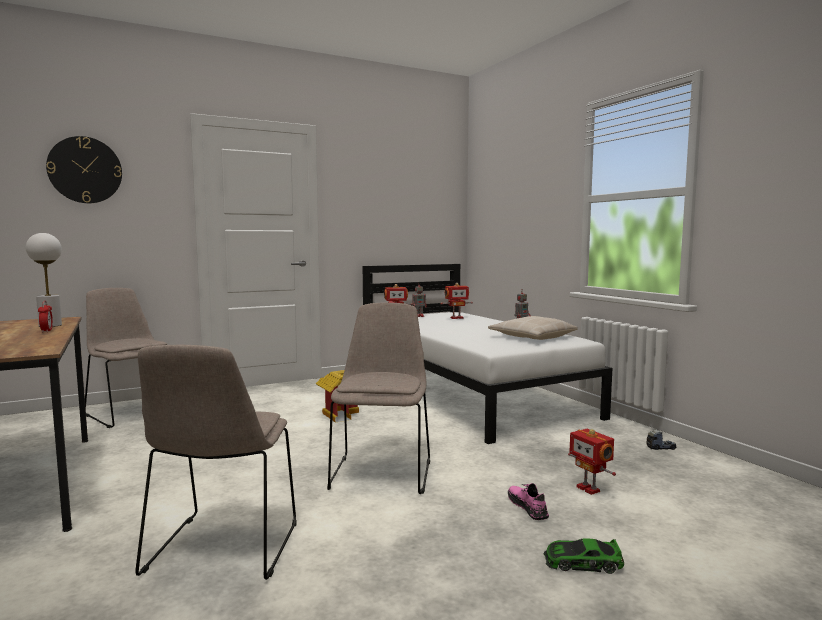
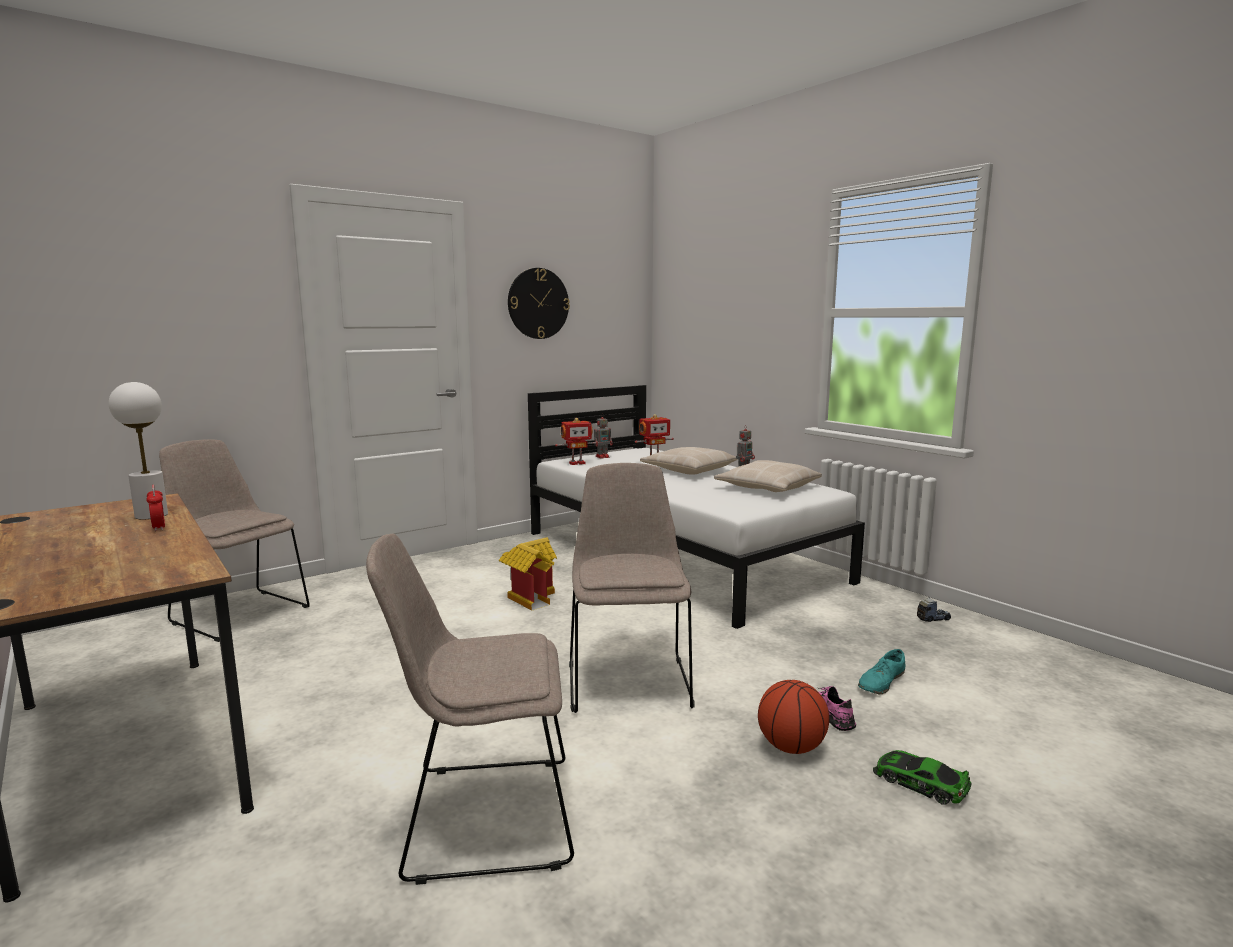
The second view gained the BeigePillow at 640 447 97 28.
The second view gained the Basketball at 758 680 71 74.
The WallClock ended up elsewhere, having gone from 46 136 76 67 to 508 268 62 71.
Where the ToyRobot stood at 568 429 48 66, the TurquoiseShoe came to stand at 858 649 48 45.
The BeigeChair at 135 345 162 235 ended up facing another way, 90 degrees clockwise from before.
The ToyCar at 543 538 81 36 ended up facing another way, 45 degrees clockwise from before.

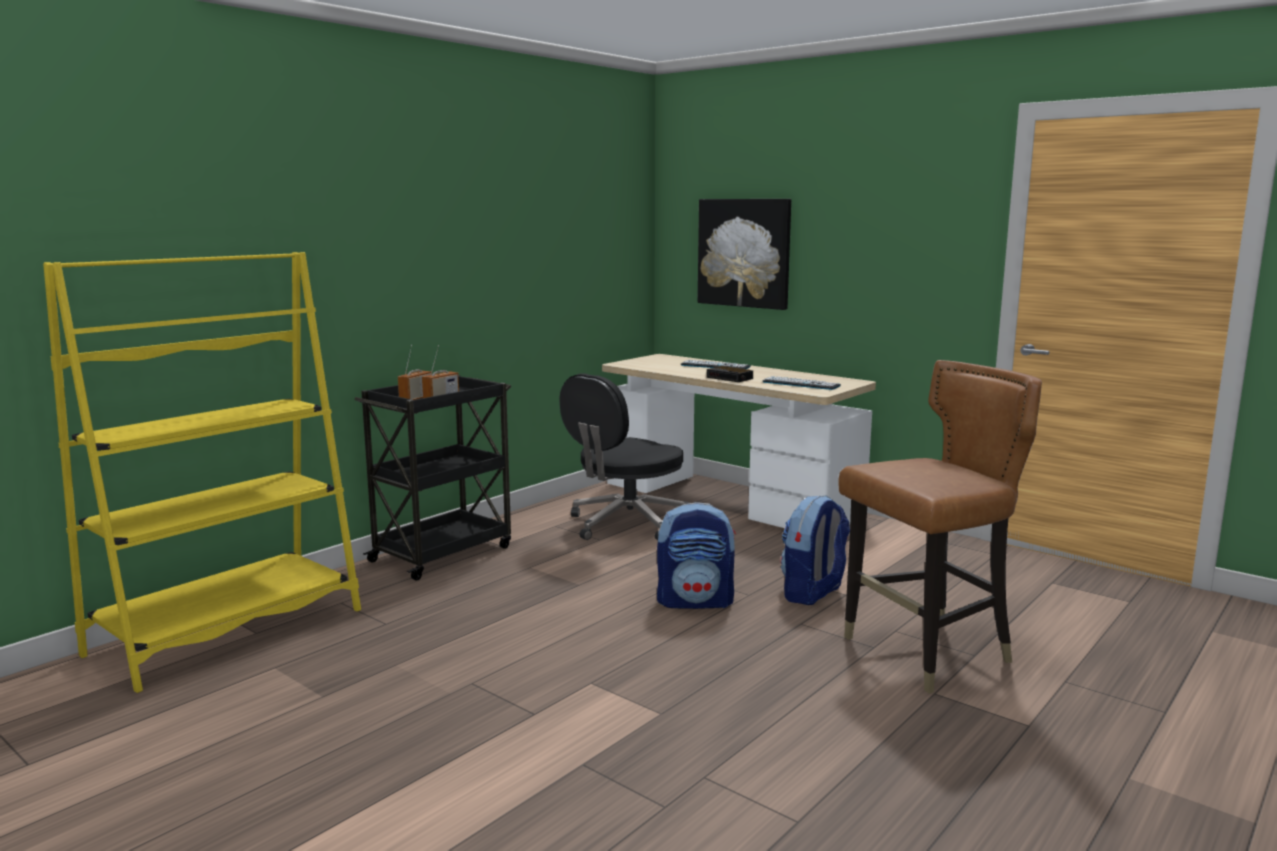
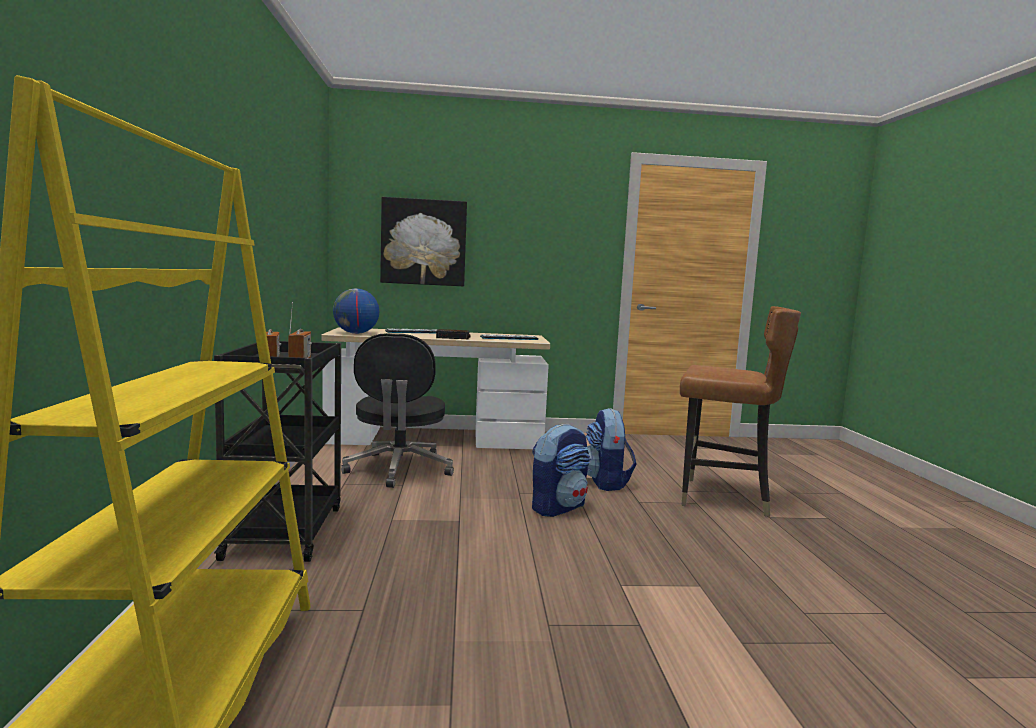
The second view gained the Globe at 333 289 46 45.
The BrownChair at 838 360 204 334 ended up facing another way, 90 degrees clockwise from before.

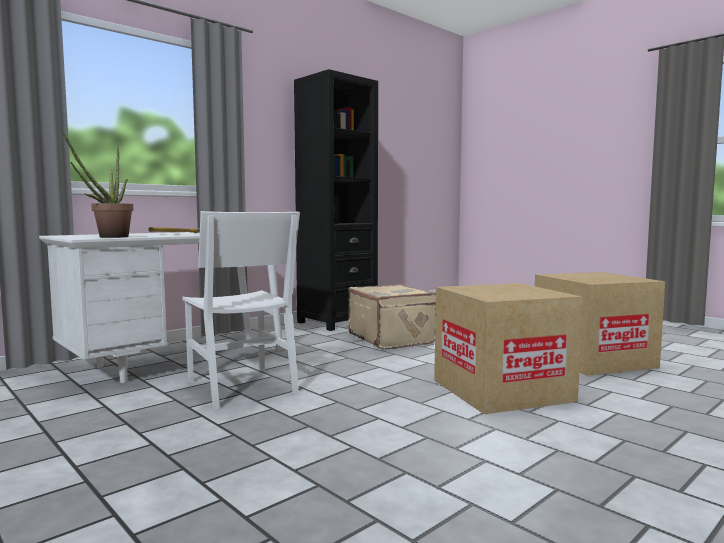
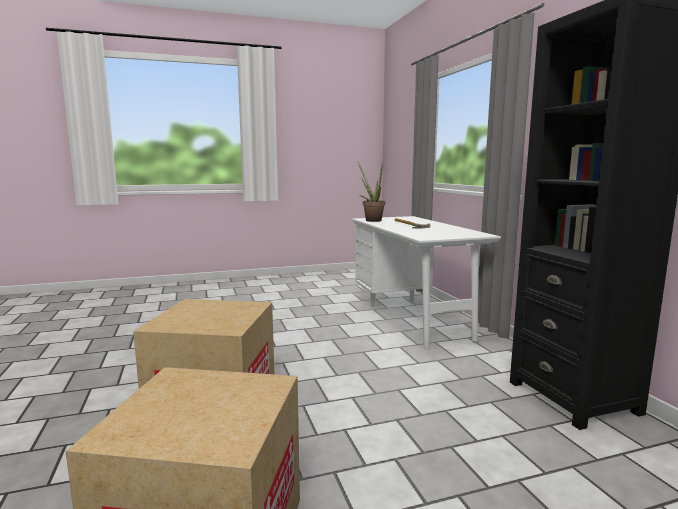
The second view lost the WhiteChair at 182 211 118 199.
The second view lost the BeigeSuitcase at 348 284 88 65.

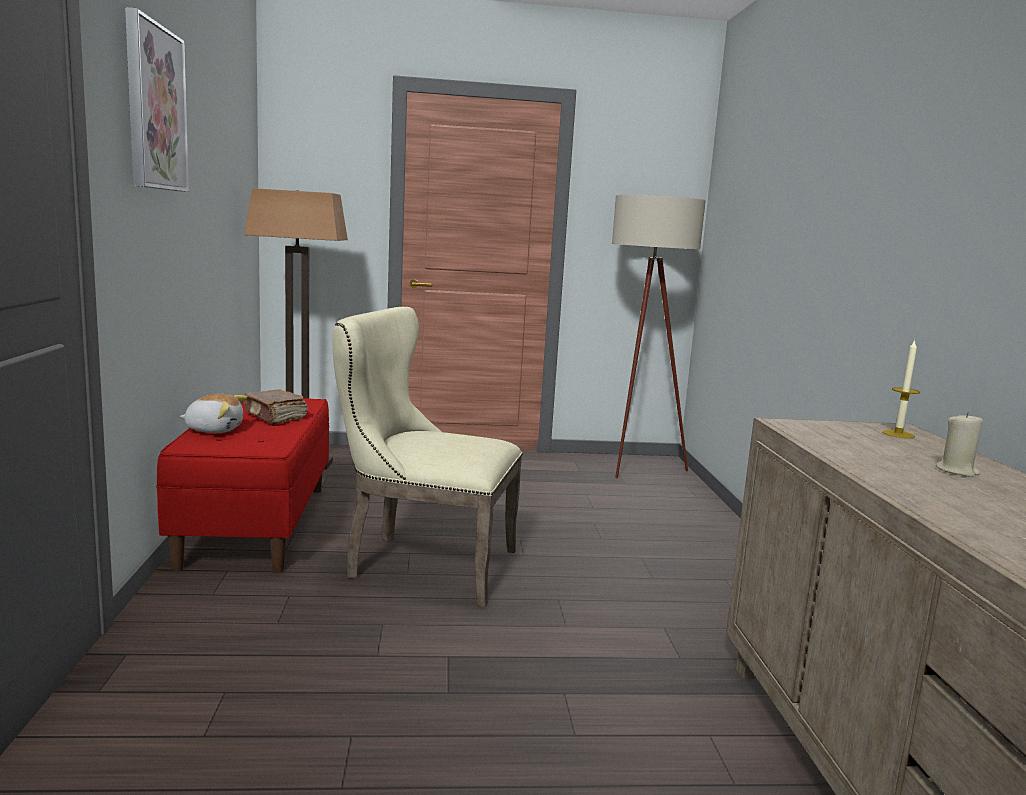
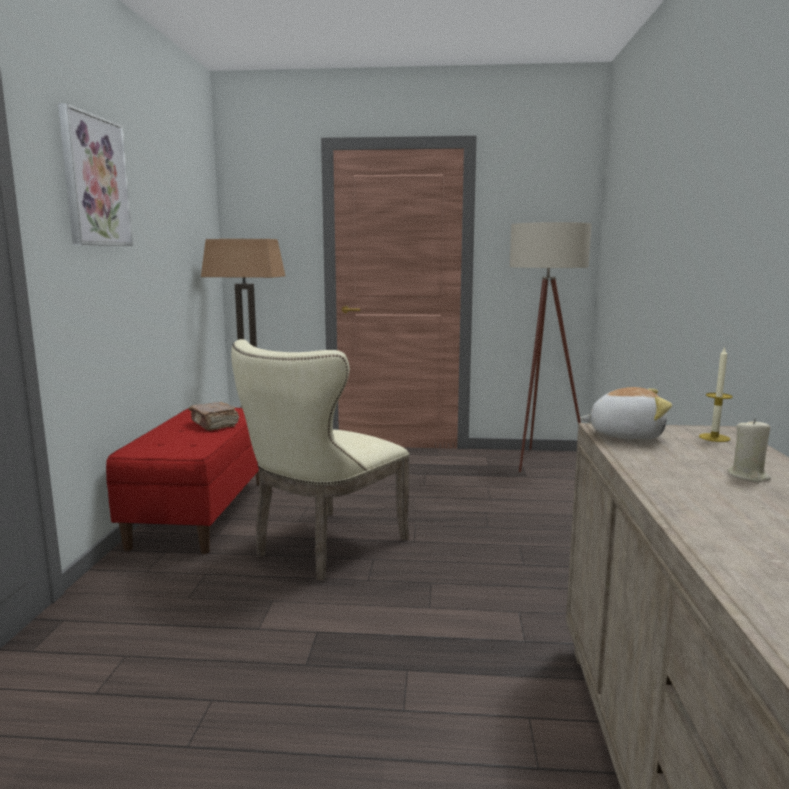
The PlushToy ended up elsewhere, having gone from 180 394 67 39 to 580 387 92 53.
The BeigeChair at 332 307 191 300 ended up facing another way, 75 degrees counterclockwise from before.

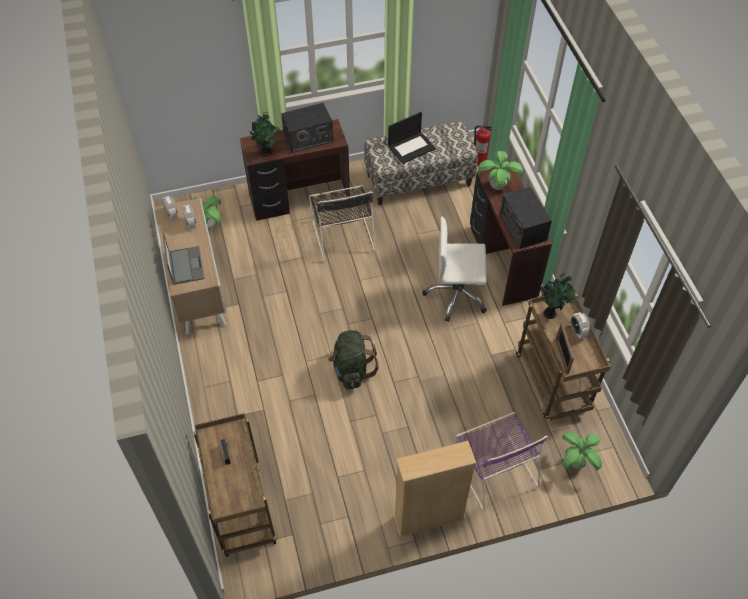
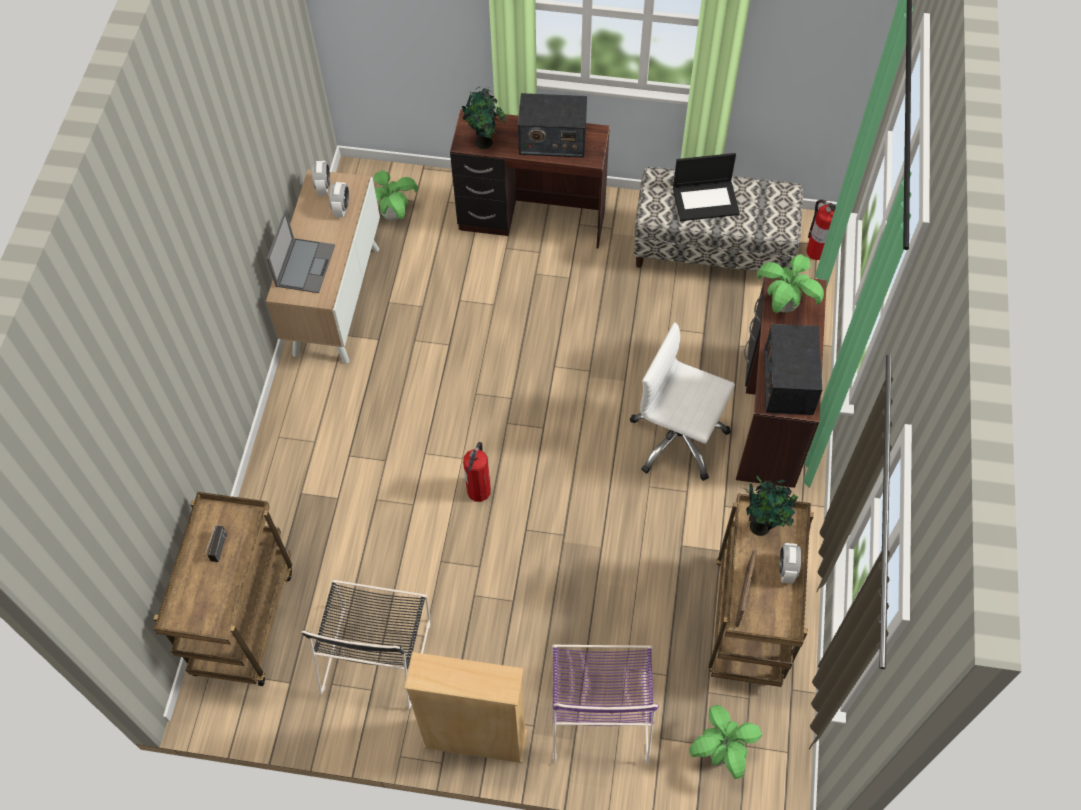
The BlackChair ended up elsewhere, having gone from 309 185 67 77 to 301 580 129 130.
Where the GreenBackpack stood at 328 330 51 60, the FireExtinguisher came to stand at 463 442 28 60.

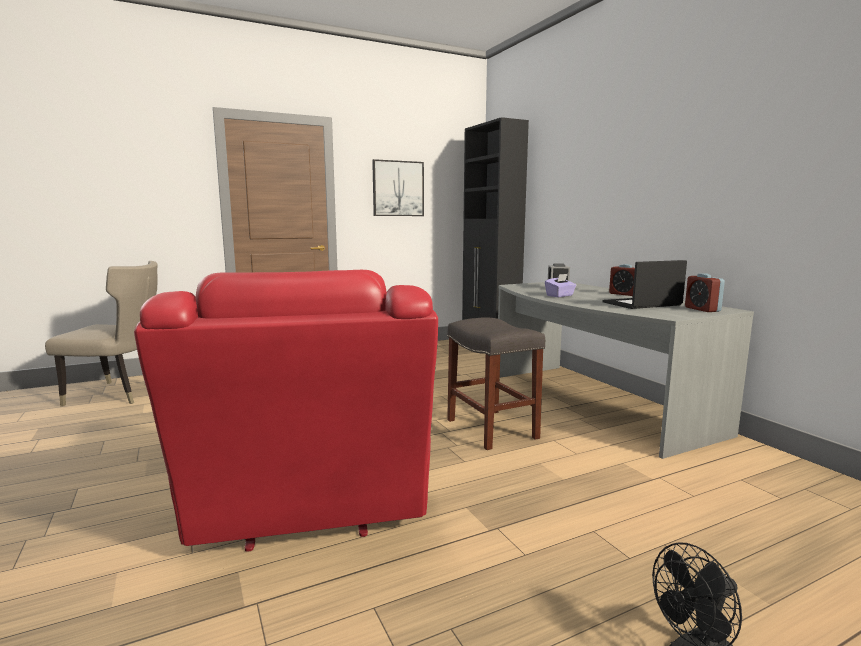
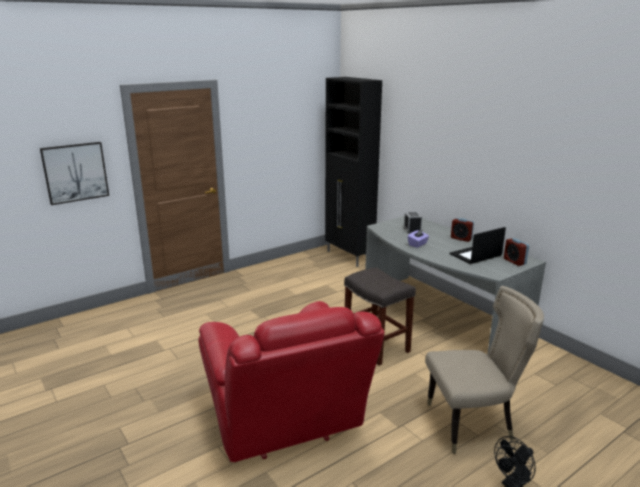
The BeigeChair ended up elsewhere, having gone from 45 261 113 146 to 425 286 119 168.
The Picture ended up elsewhere, having gone from 372 159 52 57 to 40 142 69 63.

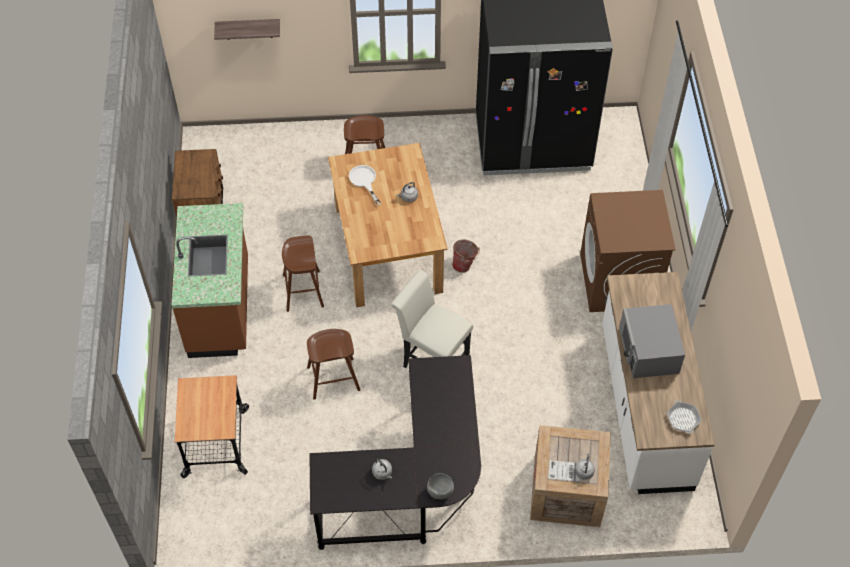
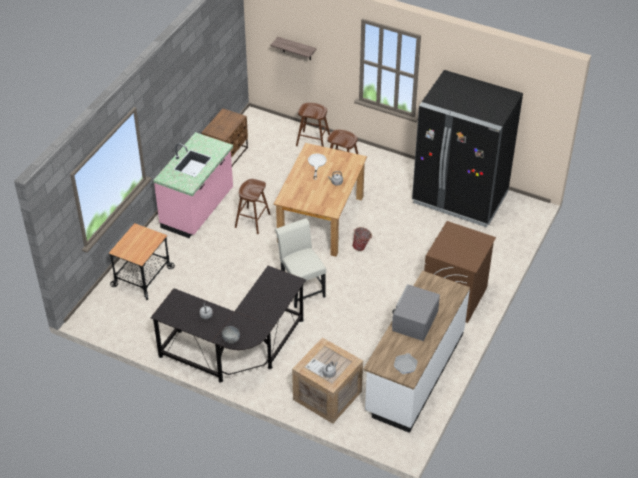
The BrownStool ended up elsewhere, having gone from 307 329 53 71 to 296 103 34 44.
What was the BrownCounter at 171 203 77 155 turned into the PinkCounter at 153 132 80 106.

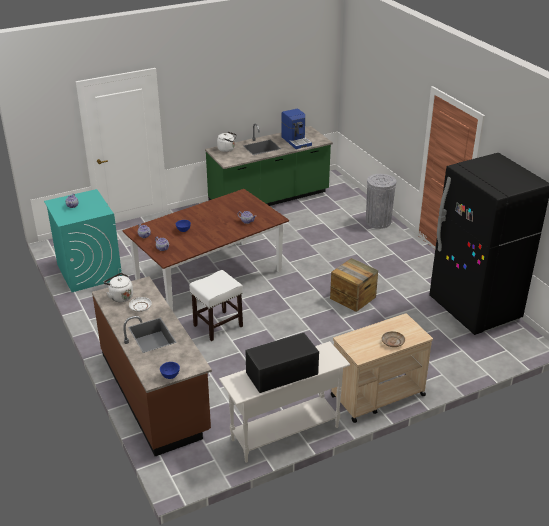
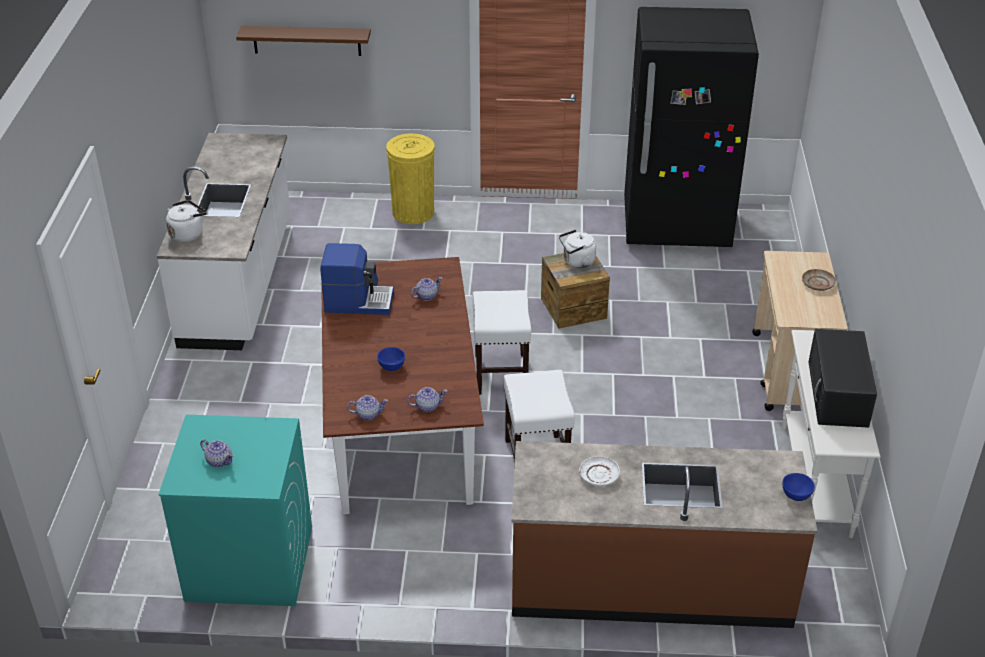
The second view gained the BrownShelf at 236 26 135 30.
The second view gained the WhiteStool at 473 290 58 105.
The WhiteKettle ended up elsewhere, having gone from 104 273 29 29 to 559 230 37 38.
The CoffeeMachine ended up elsewhere, having gone from 281 108 31 41 to 320 243 74 72.
What was the GreenCounter at 205 123 128 83 turned into the WhiteCounter at 157 133 134 217.
What was the GreyTrashCan at 366 174 30 55 turned into the YellowTrashCan at 386 133 49 91.

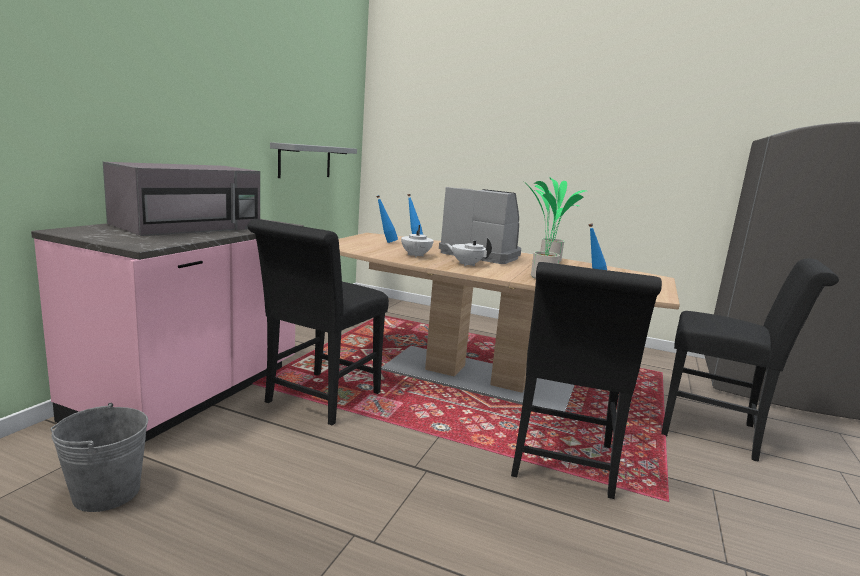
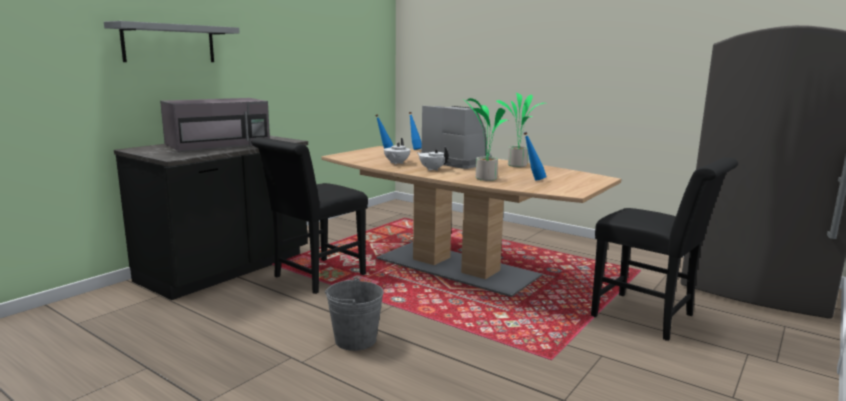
The second view lost the BlackChair at 511 262 151 237.
The GreyBucket ended up elsewhere, having gone from 51 403 97 109 to 325 278 59 73.
The GreyShelf ended up elsewhere, having gone from 270 142 87 36 to 104 21 136 41.
What was the PinkCounter at 31 219 273 223 turned into the BlackCounter at 114 136 194 164.

